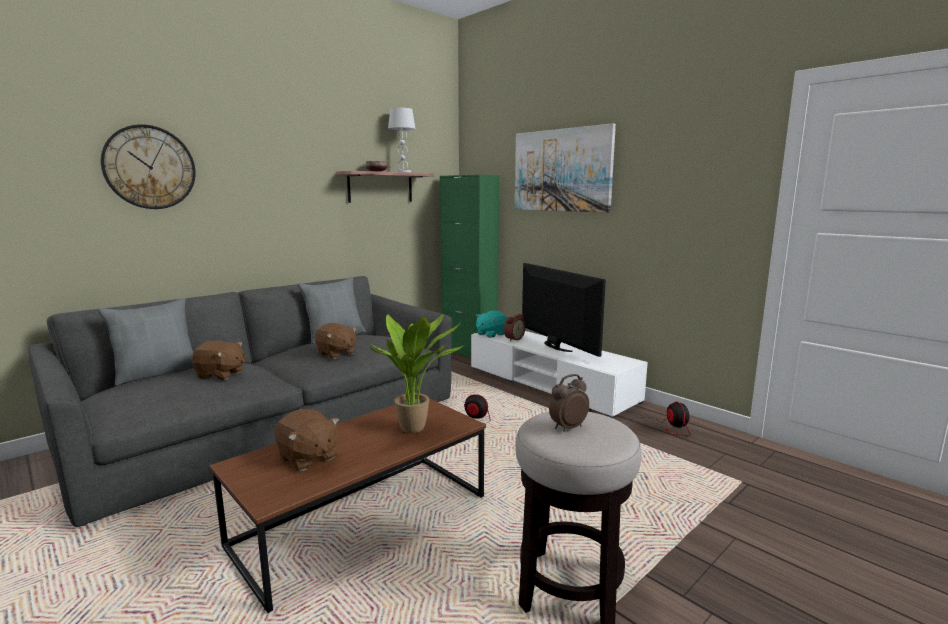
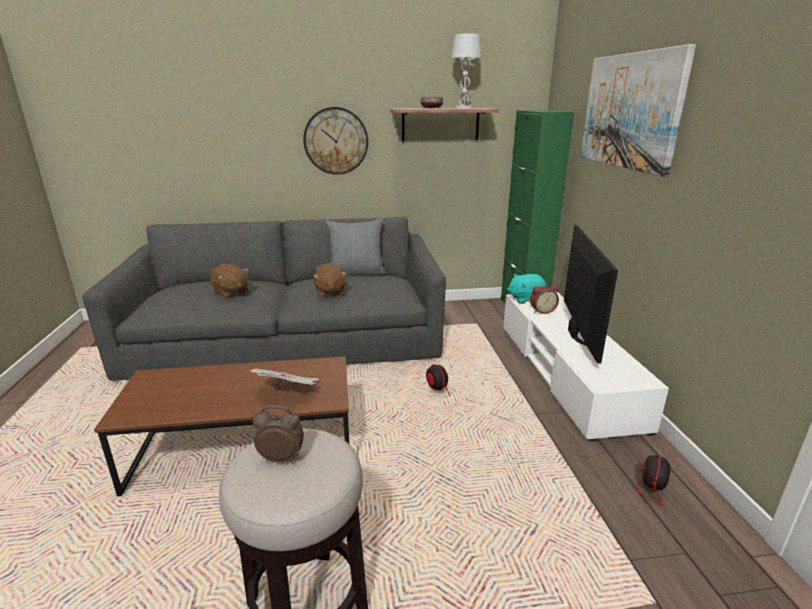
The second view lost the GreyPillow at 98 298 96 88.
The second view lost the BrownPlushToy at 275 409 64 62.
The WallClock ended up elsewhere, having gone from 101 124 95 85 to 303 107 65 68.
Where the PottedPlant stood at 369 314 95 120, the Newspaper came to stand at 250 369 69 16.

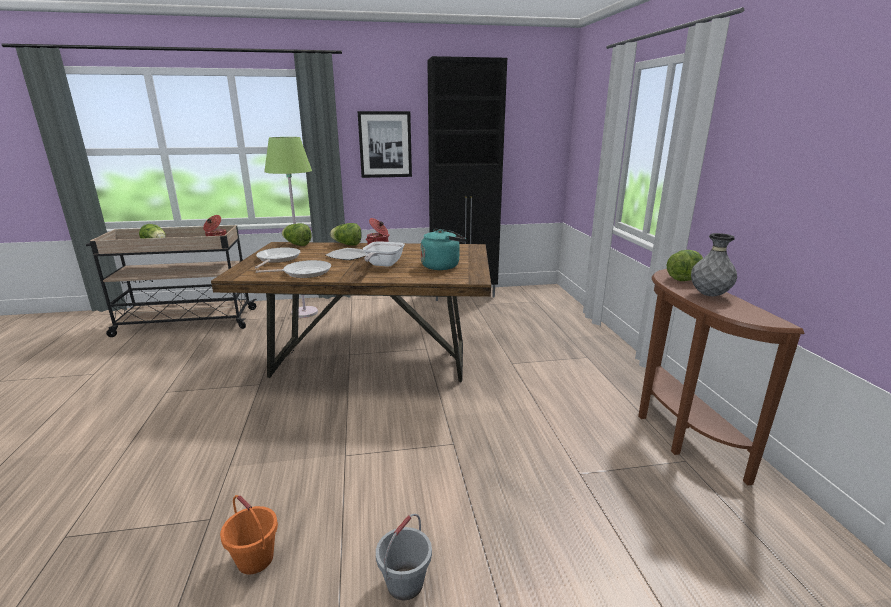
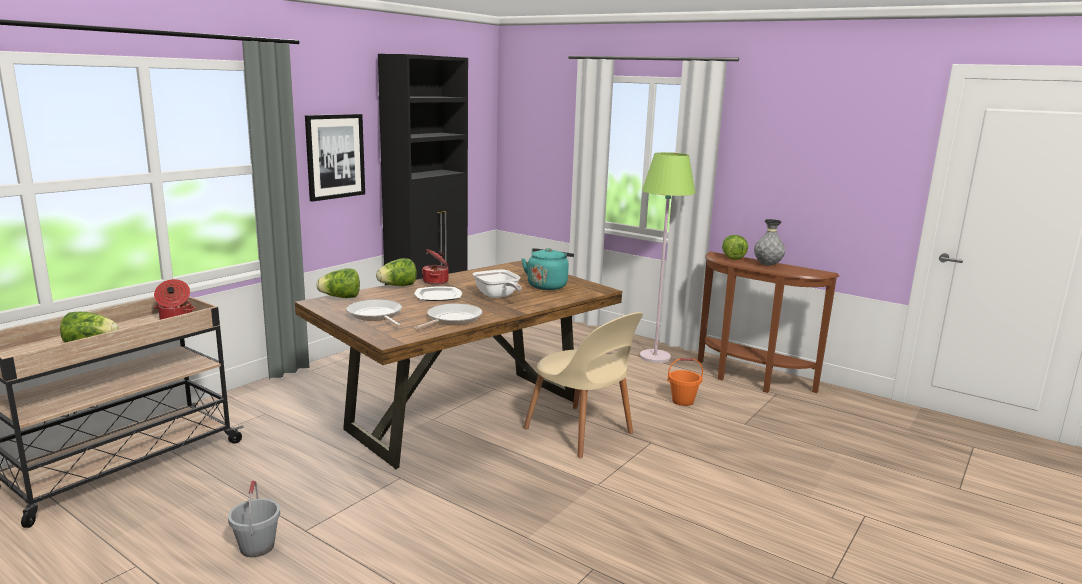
The second view gained the BeigeChair at 523 312 120 146.
The OrangeBucket ended up elsewhere, having gone from 220 495 58 79 to 668 358 35 48.
The GreenFloorLamp ended up elsewhere, having gone from 264 137 54 181 to 640 152 55 211.
The GreyBucket ended up elsewhere, having gone from 376 514 56 87 to 228 480 52 77.

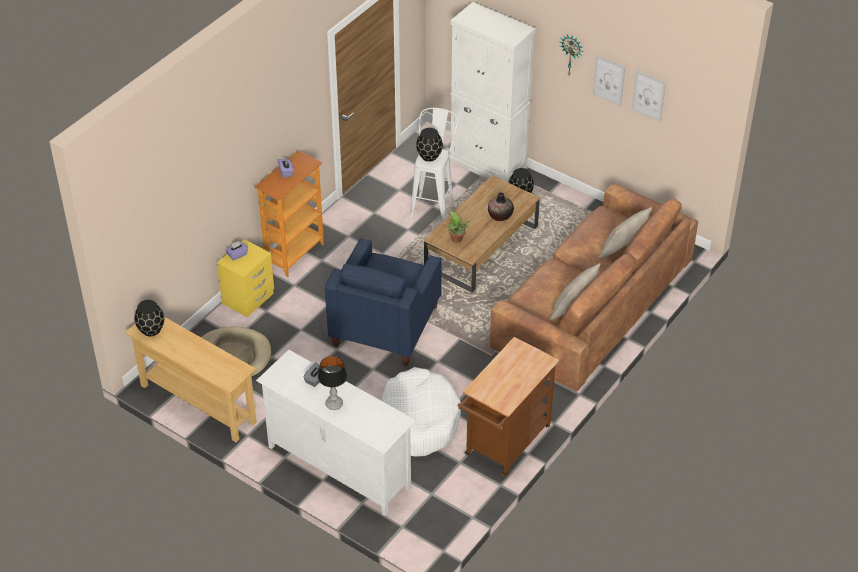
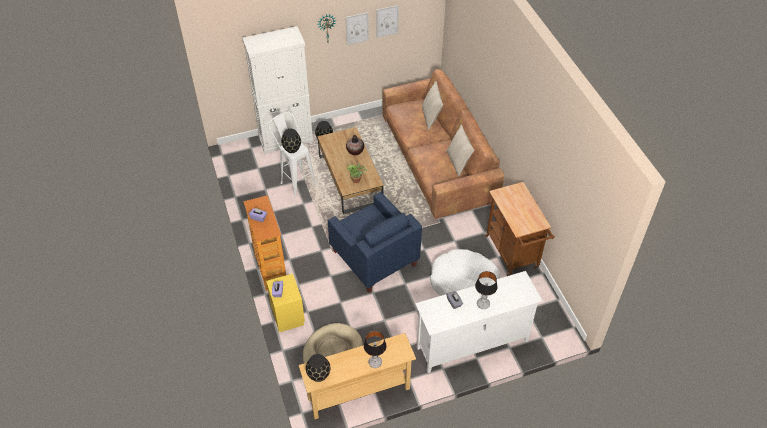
The second view gained the TableLamp at 364 331 23 37.

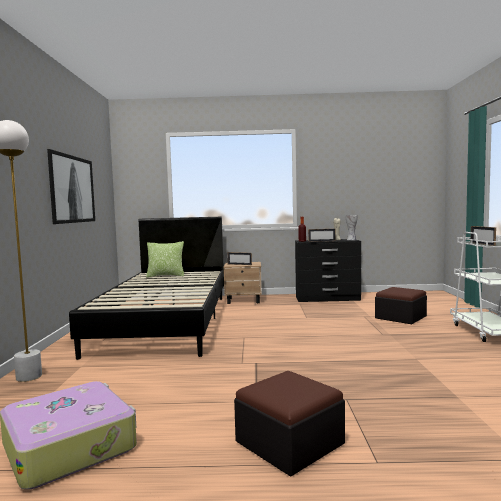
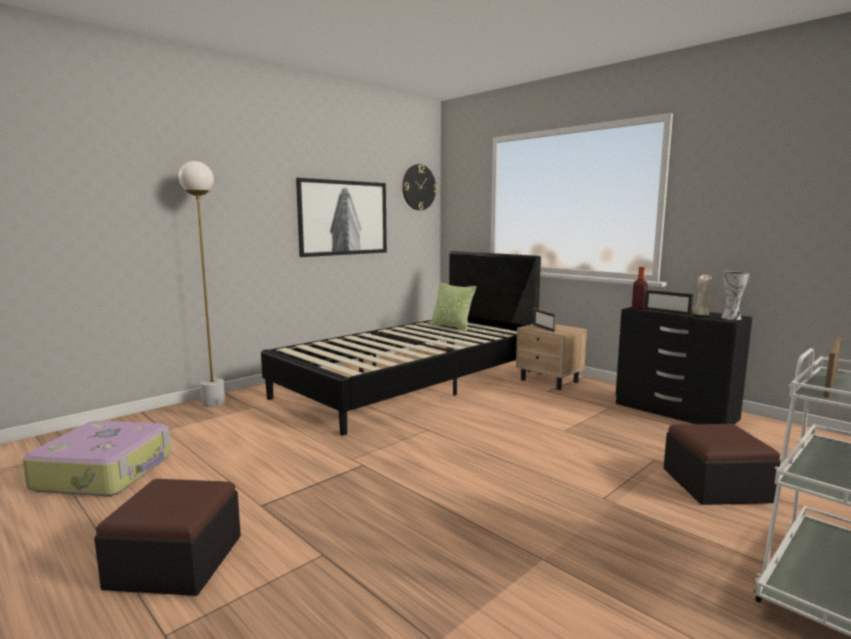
The second view gained the WallClock at 402 164 35 46.

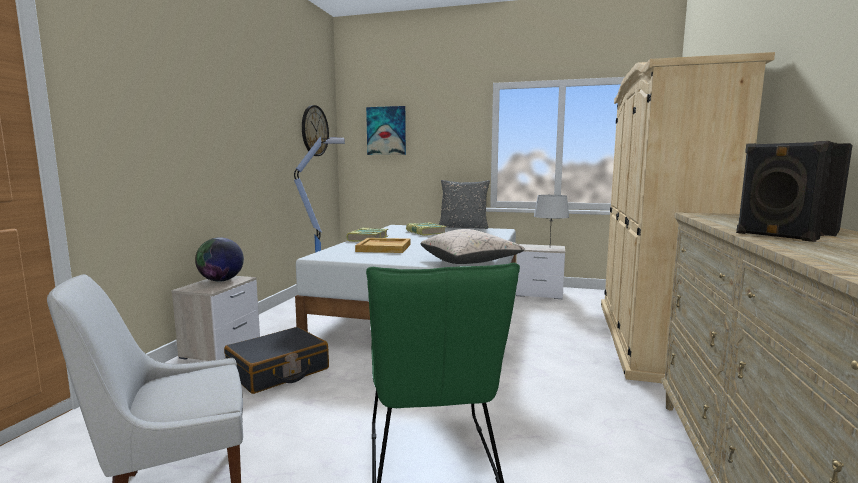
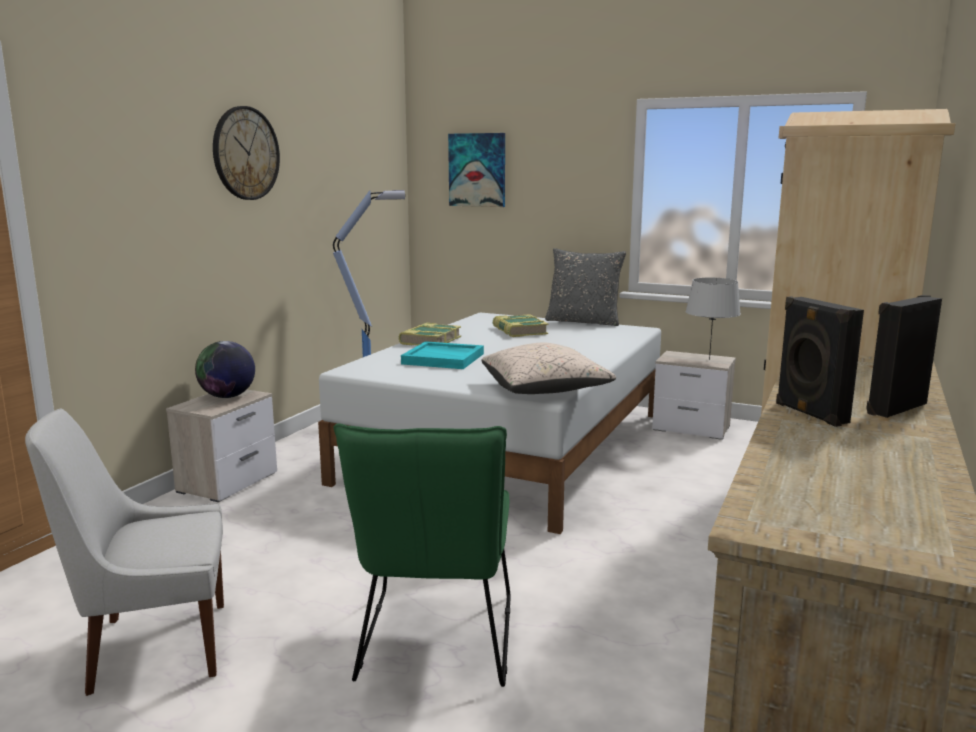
The second view lost the BlackSuitcase at 224 327 105 67.
The WallClock ended up elsewhere, having gone from 302 105 27 51 to 213 106 67 94.
What was the BeigeTray at 355 238 56 15 turned into the TurquoiseTray at 401 341 83 28.

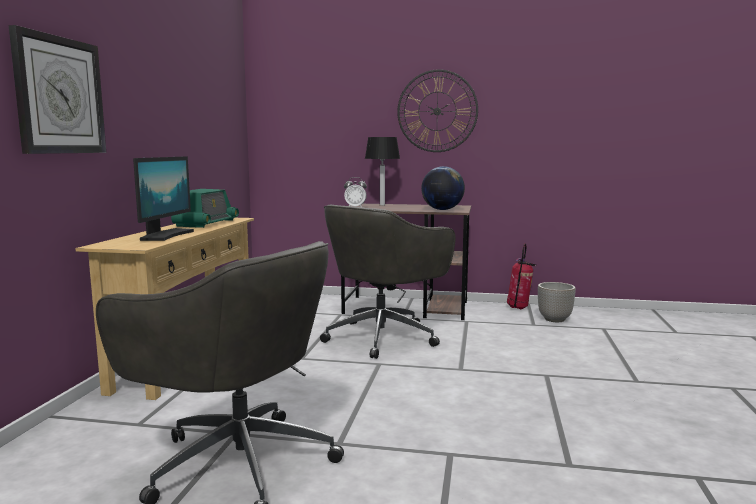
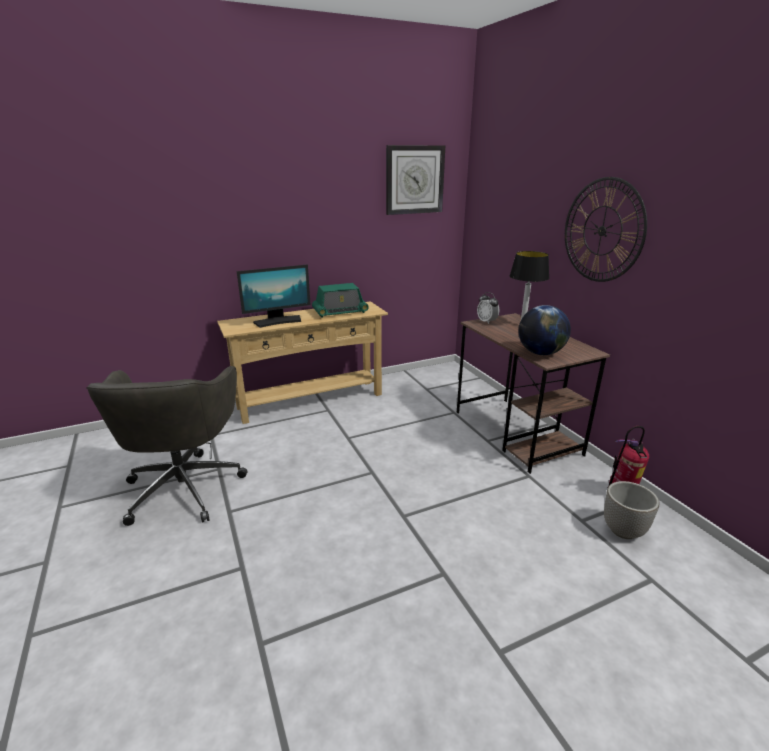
The second view lost the GreyOfficeChair at 320 205 136 154.
The WallClock ended up elsewhere, having gone from 9 25 97 129 to 386 145 59 70.

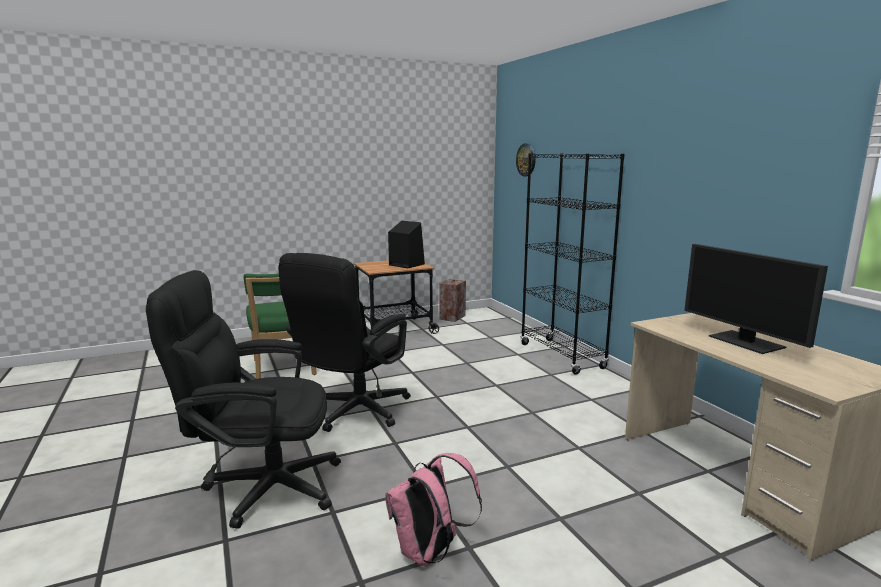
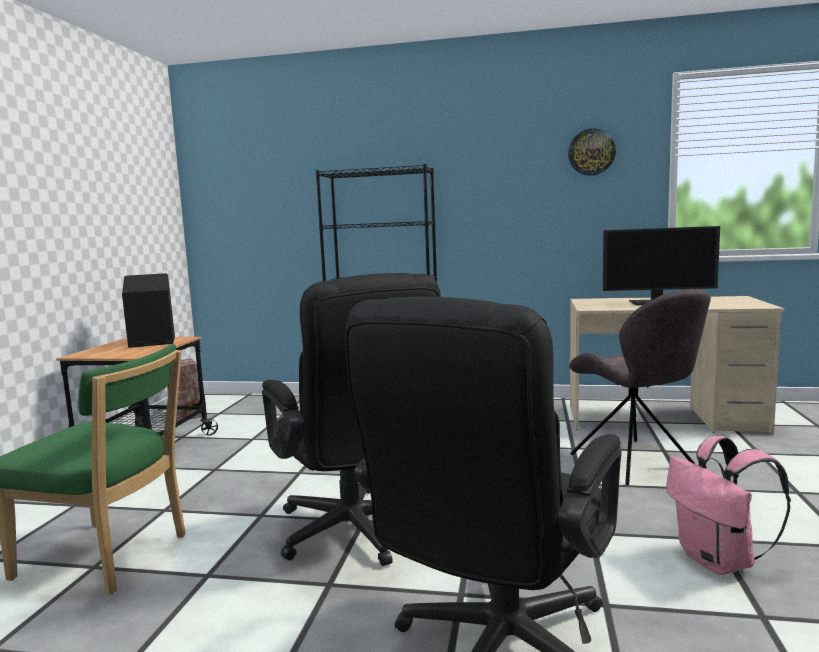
The second view gained the GreyChair at 569 289 142 196.
The WallClock ended up elsewhere, having gone from 516 143 20 34 to 568 128 48 48.

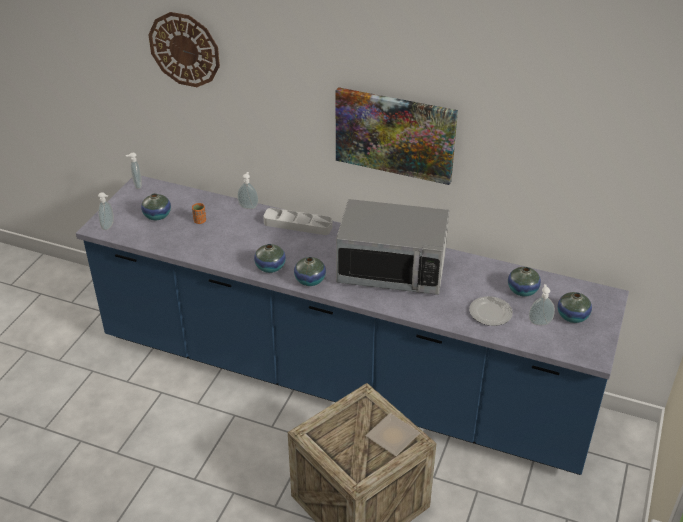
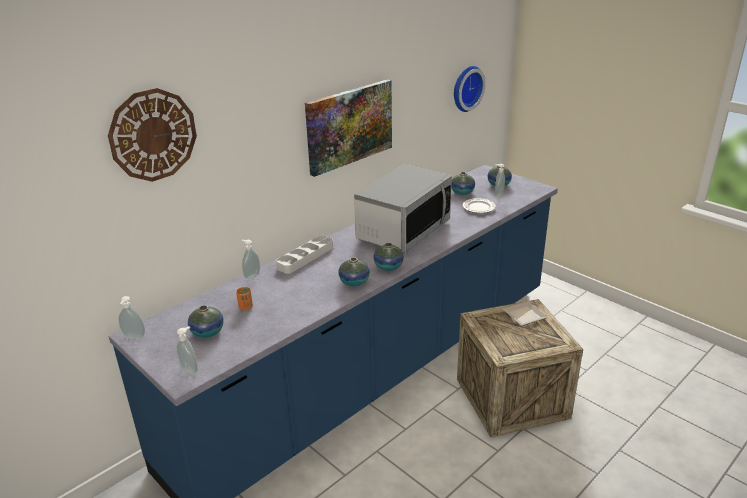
The second view gained the WallClock at 454 66 32 46.

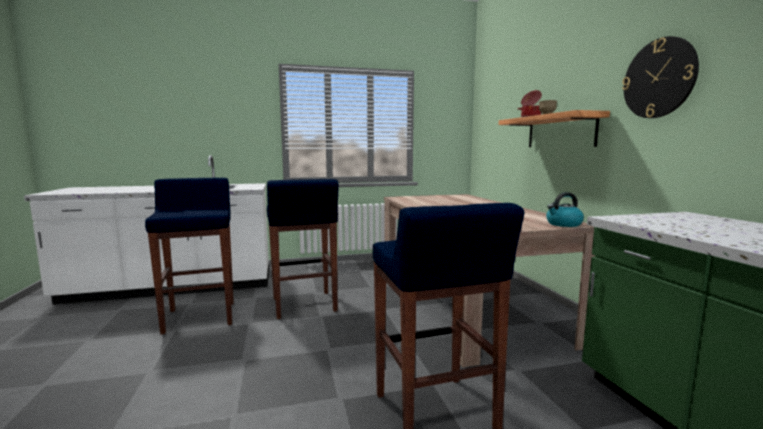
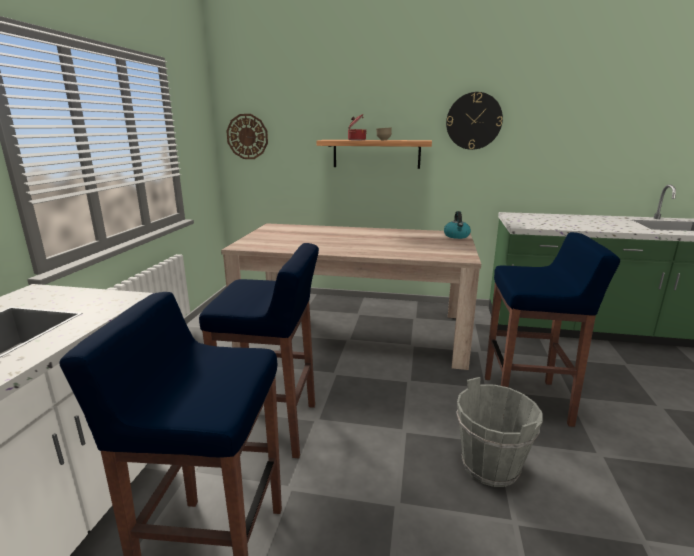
The second view gained the WallClock at 226 114 42 45.
The second view gained the GreyBucket at 456 377 87 110.

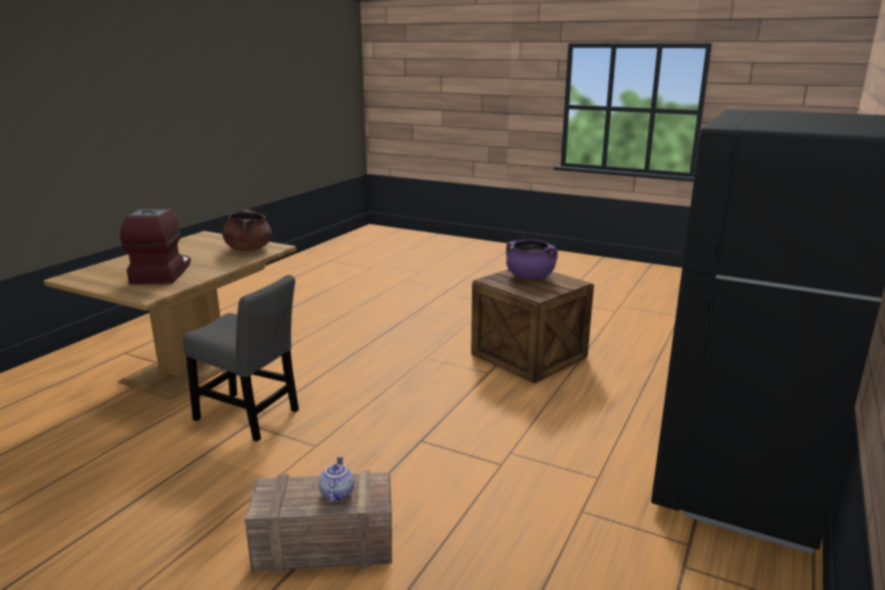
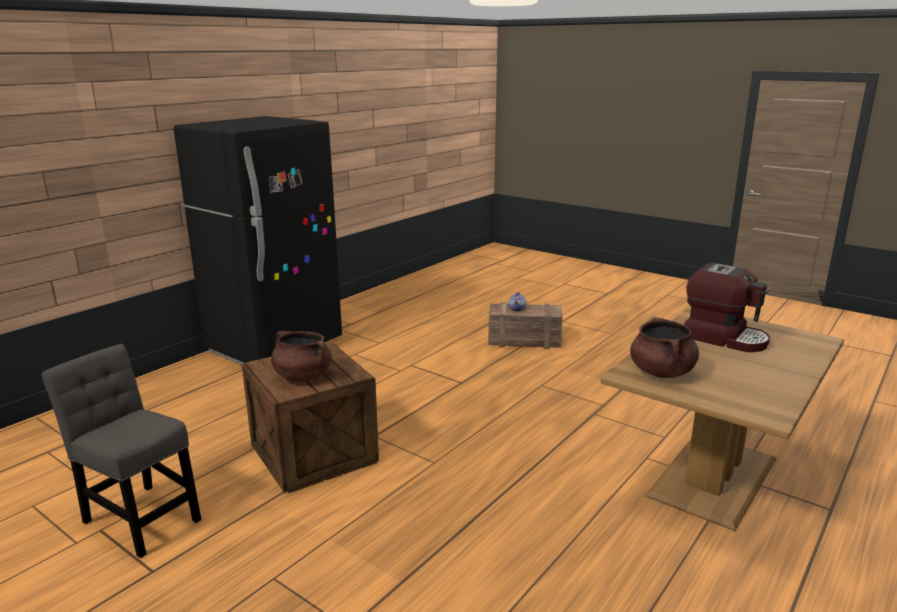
The GreyChair ended up elsewhere, having gone from 183 275 116 167 to 42 344 160 214.
What was the PurpleCookingPot at 506 239 52 40 turned into the BrownCookingPot at 271 331 61 50.
The CoffeeMachine at 120 209 71 75 ended up facing another way, 60 degrees counterclockwise from before.

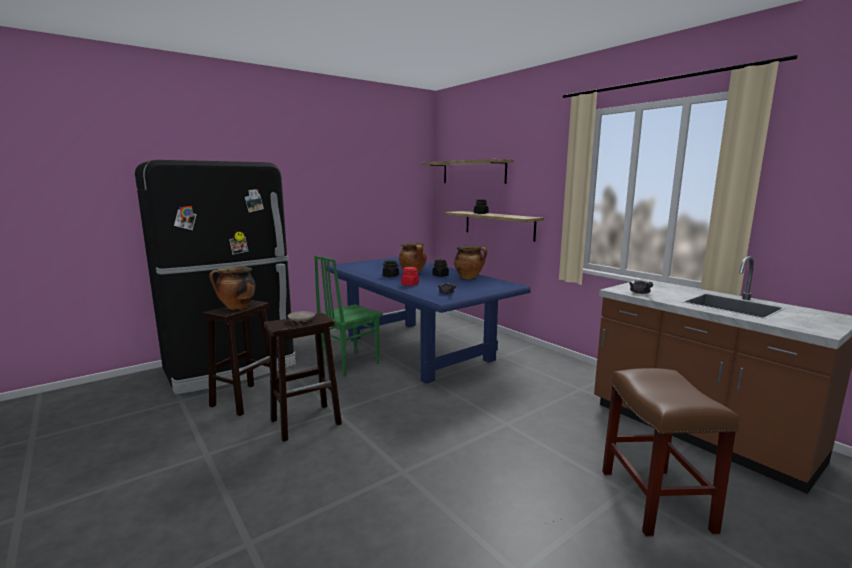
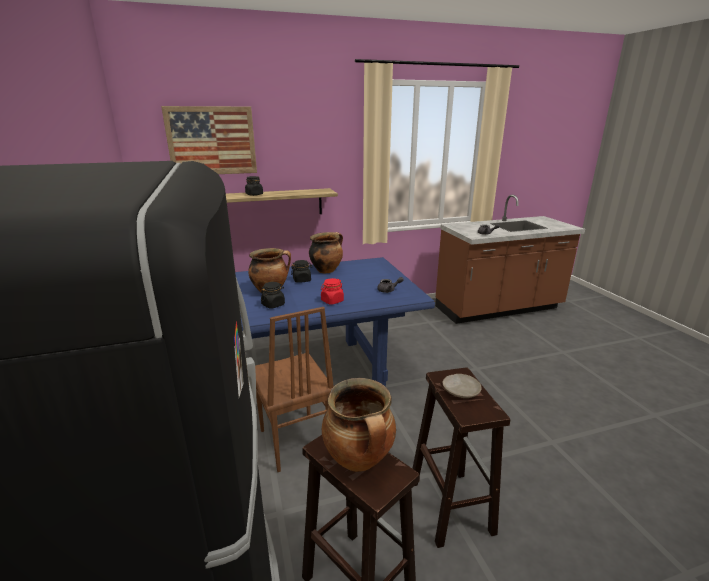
The second view lost the BrownStool at 602 368 137 169.
Where the Shelf hung at 422 159 92 25, the Picture came to hang at 161 106 96 68.
What was the GreenChair at 314 256 69 120 turned into the BrownChair at 255 307 79 165.

